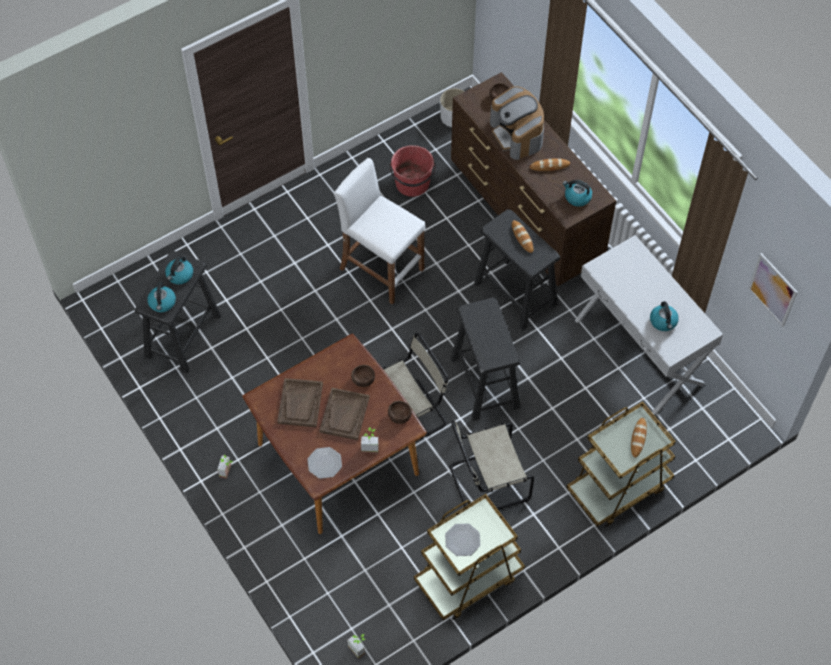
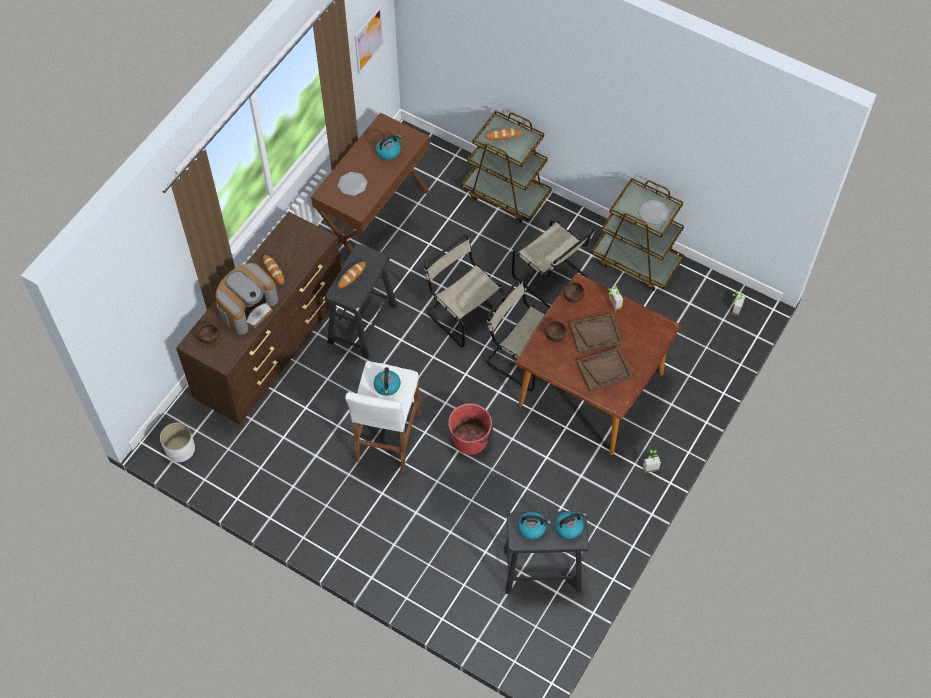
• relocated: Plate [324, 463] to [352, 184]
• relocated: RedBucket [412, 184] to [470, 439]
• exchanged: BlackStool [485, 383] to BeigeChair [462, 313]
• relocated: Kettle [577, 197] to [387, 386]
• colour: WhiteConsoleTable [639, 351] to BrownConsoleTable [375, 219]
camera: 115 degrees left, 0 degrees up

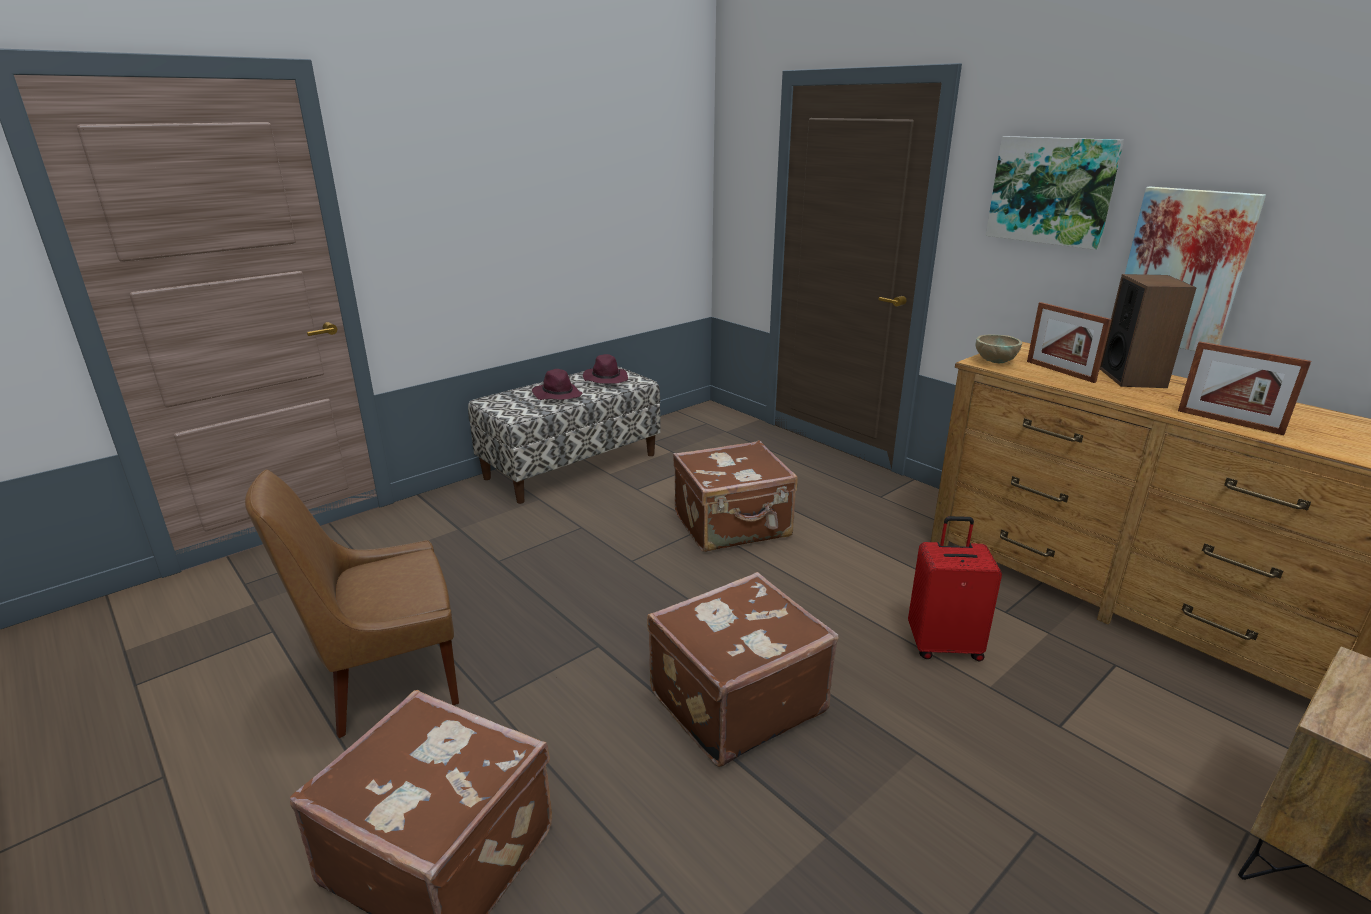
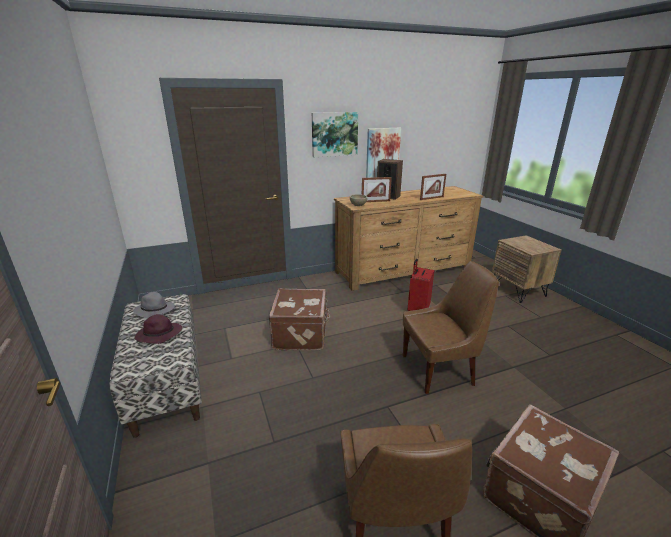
• colour: PurpleHat [605, 379] to GreyHat [154, 310]
• exchanged: BrownSuitcase [734, 700] to BrownChair [440, 369]
camera: 70 degrees left, 0 degrees up

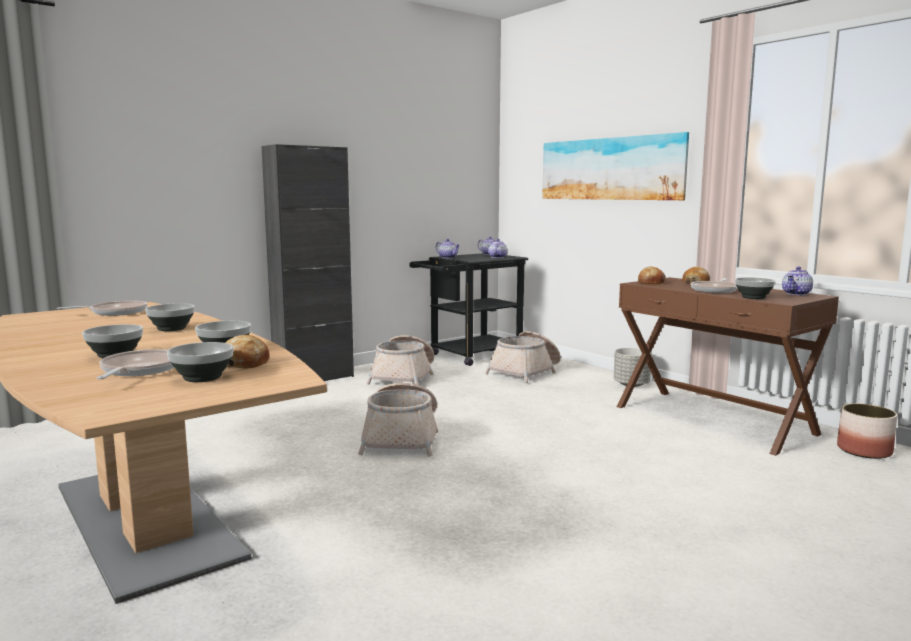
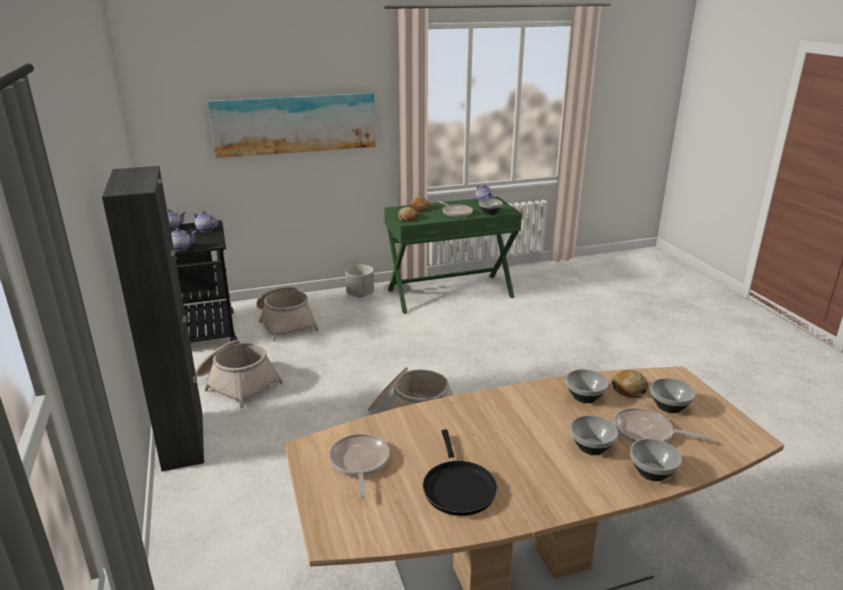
• relocated: Bowl [171, 329] to [653, 472]
• colour: BrownConsoleTable [713, 419] to GreenConsoleTable [450, 293]
• missing: Planter [864, 451]
• appeared: BlackFryingPan [458, 487]
camera: 70 degrees left, 15 degrees up

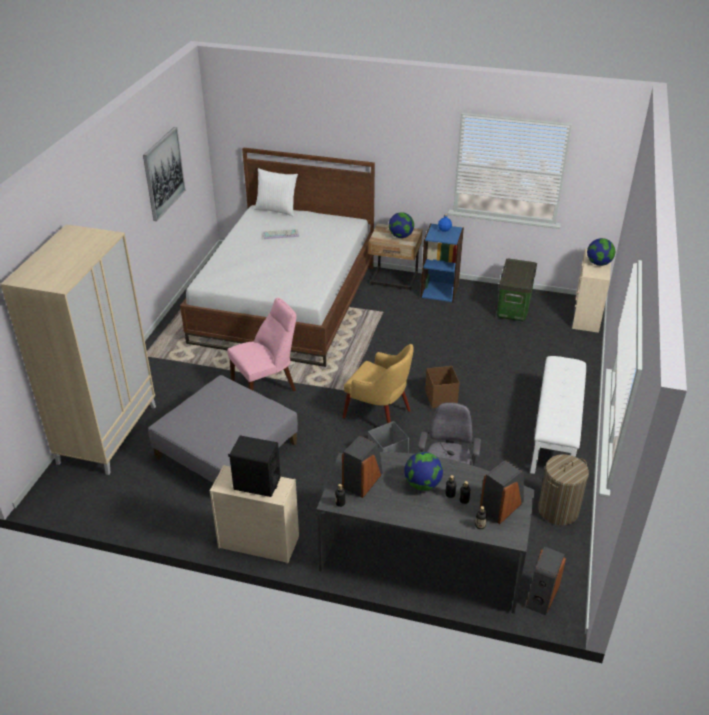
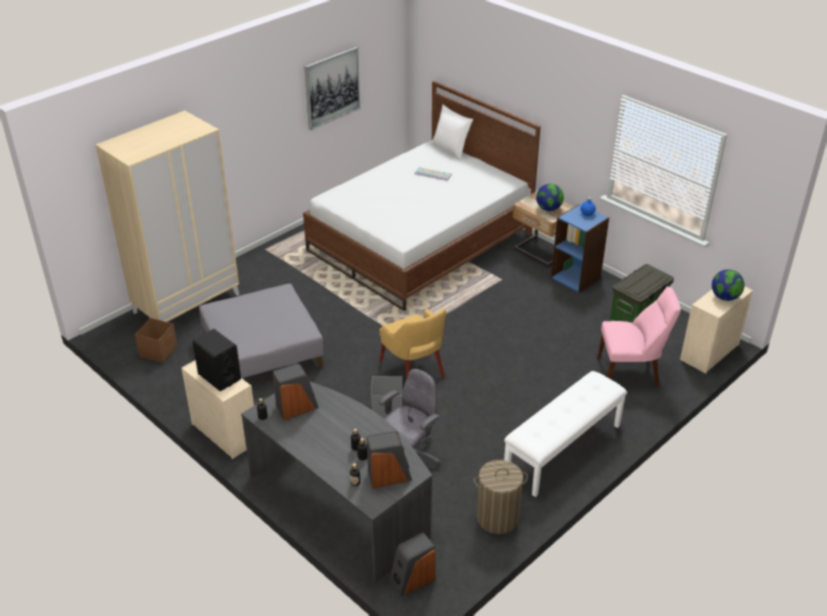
• relocated: PinkChair [266, 387] to [631, 372]
• missing: Globe [422, 484]
• relocated: BrownStorageBox [441, 397] to [159, 351]
camera: 30 degrees right, 0 degrees up

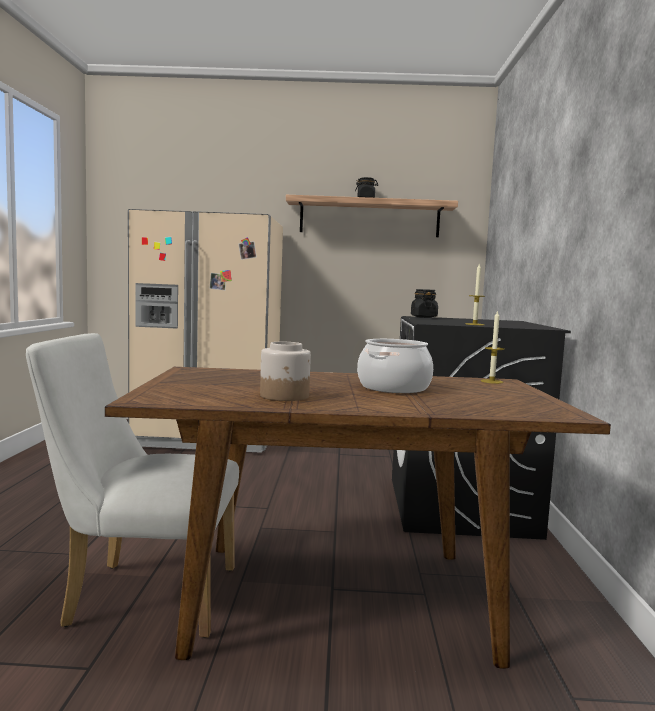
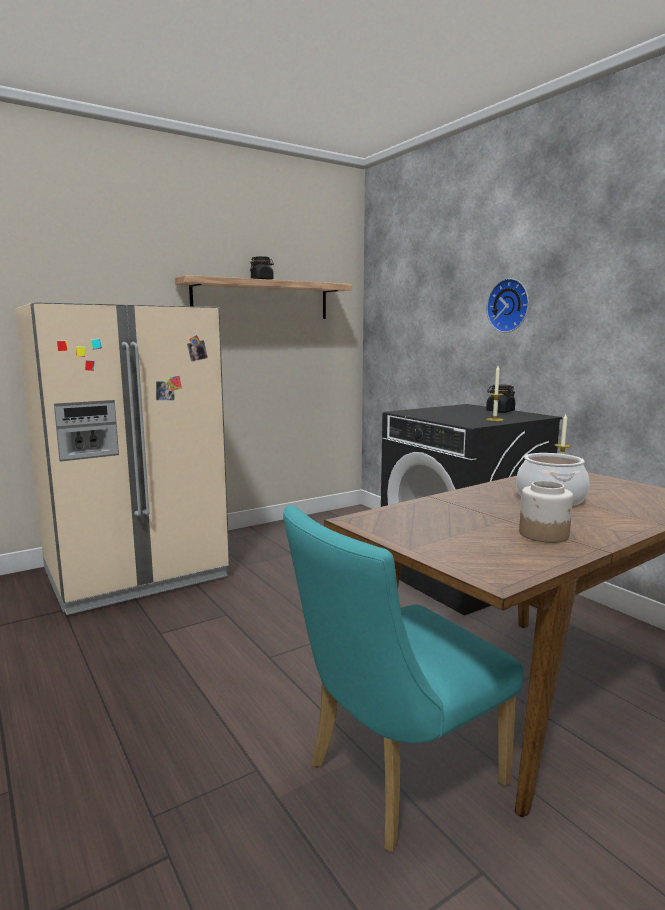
• colour: WhiteChair [140, 596] to TurquoiseChair [394, 779]
• relocated: BlackJar [423, 317] to [500, 411]
• appeared: WallClock [510, 305]
camera: 35 degrees left, 5 degrees up

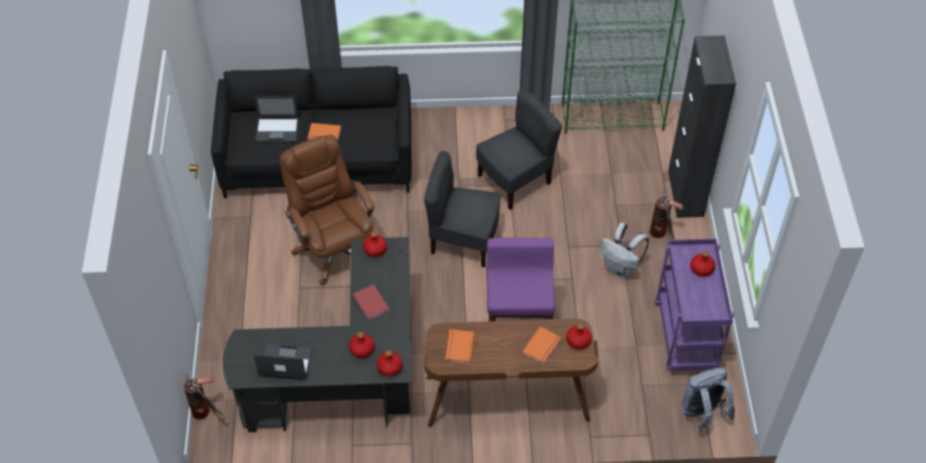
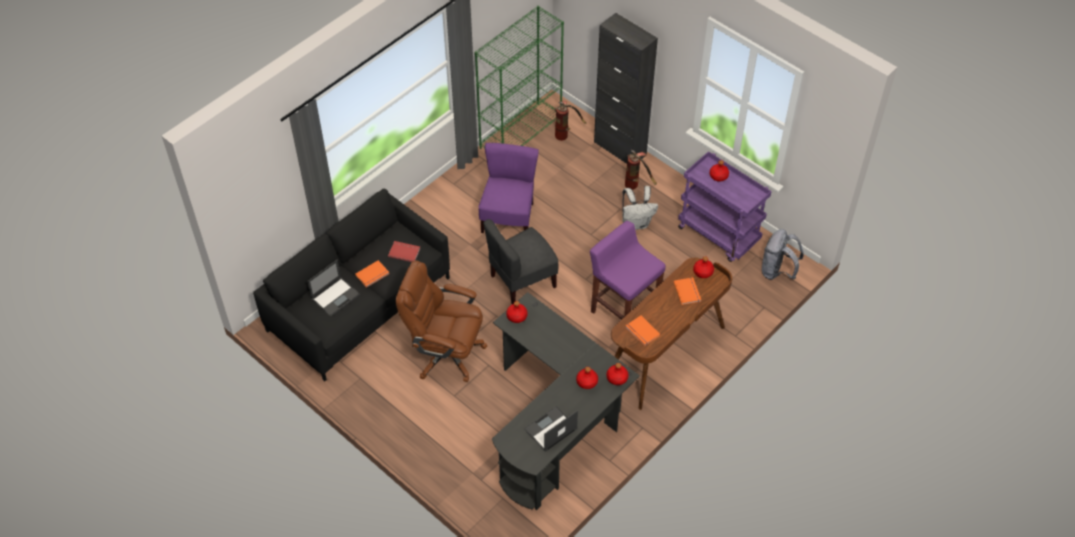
• relocated: FireExtinguisher [207, 413] to [566, 134]
• relocated: RedBook [372, 302] to [404, 252]
• colour: GreyChair [515, 181] to PurpleChair [508, 218]
camera: 45 degrees left, 0 degrees up

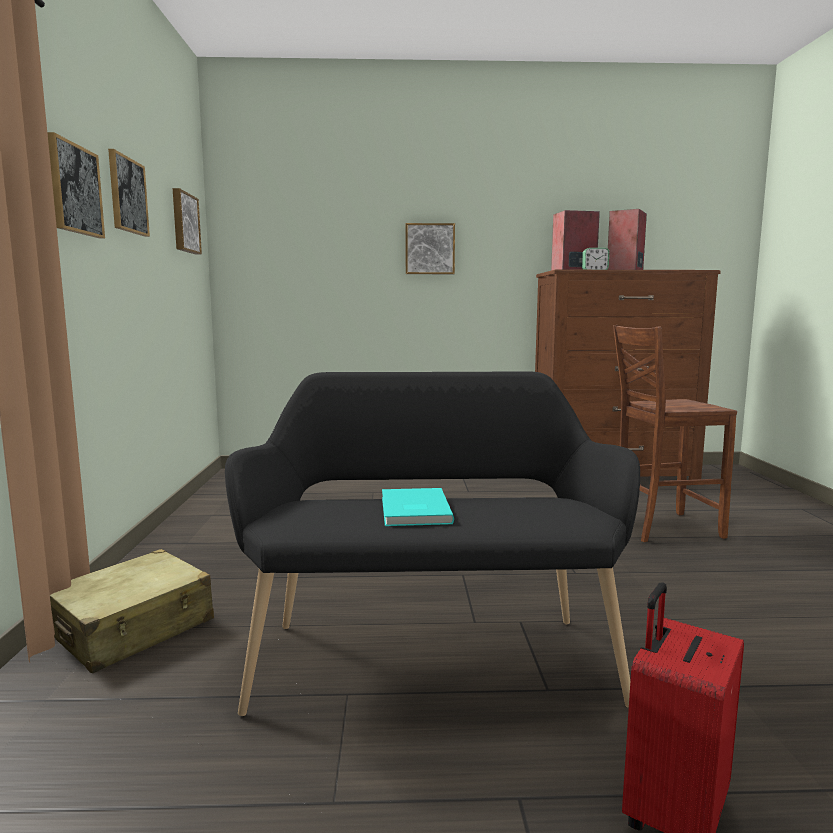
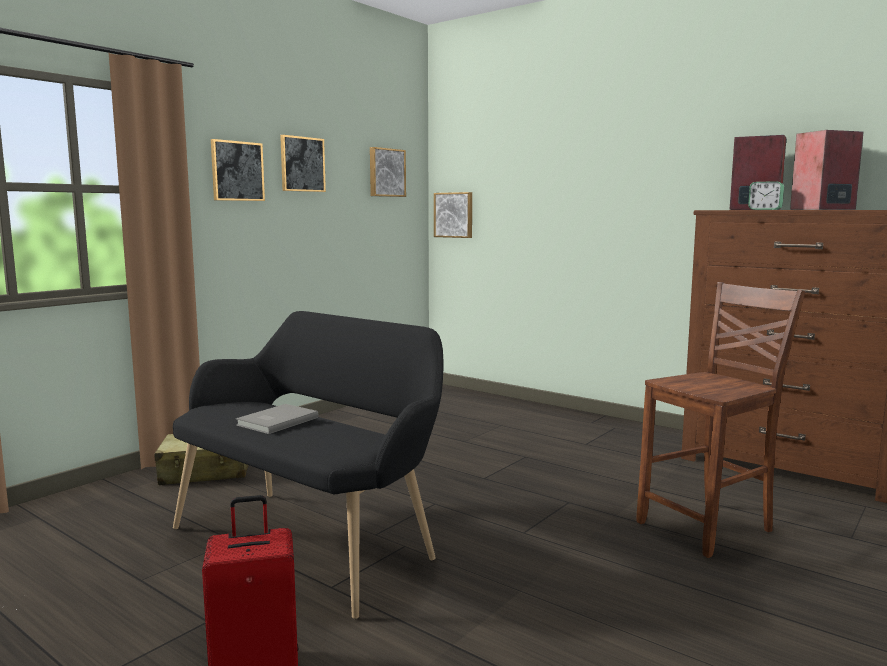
• colour: TurquoiseBook [413, 510] to GreyBook [275, 421]
• relocated: Picture [429, 249] to [454, 215]
• spun: BrownChair [661, 527] = [709, 527] 120 degrees clockwise
camera: 40 degrees right, 0 degrees up

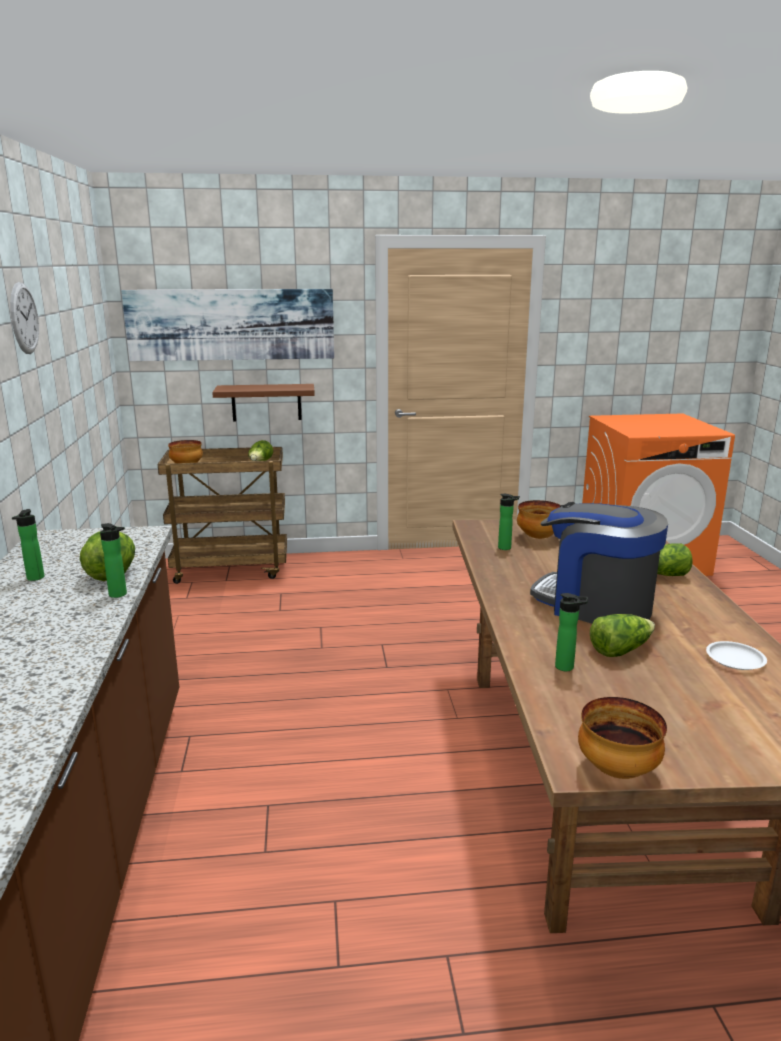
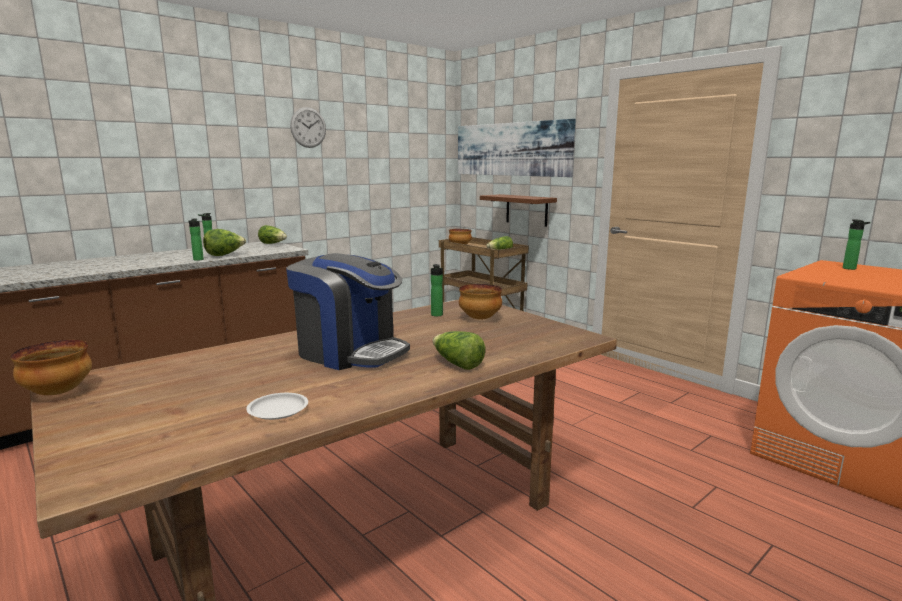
• spun: CoffeeMachine [594, 605] = [350, 352] 120 degrees clockwise
• relocated: Bottle [567, 667] to [851, 269]
• relocated: Lettuce [620, 650] to [273, 244]
camera: 55 degrees right, 5 degrees down

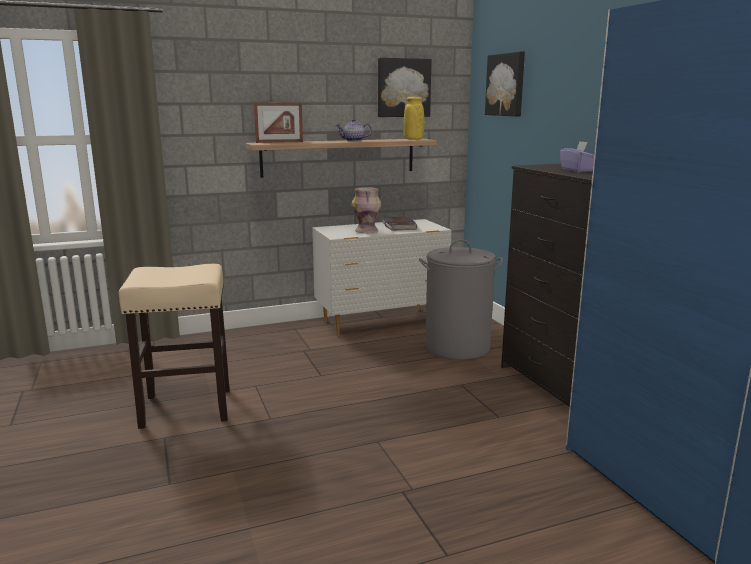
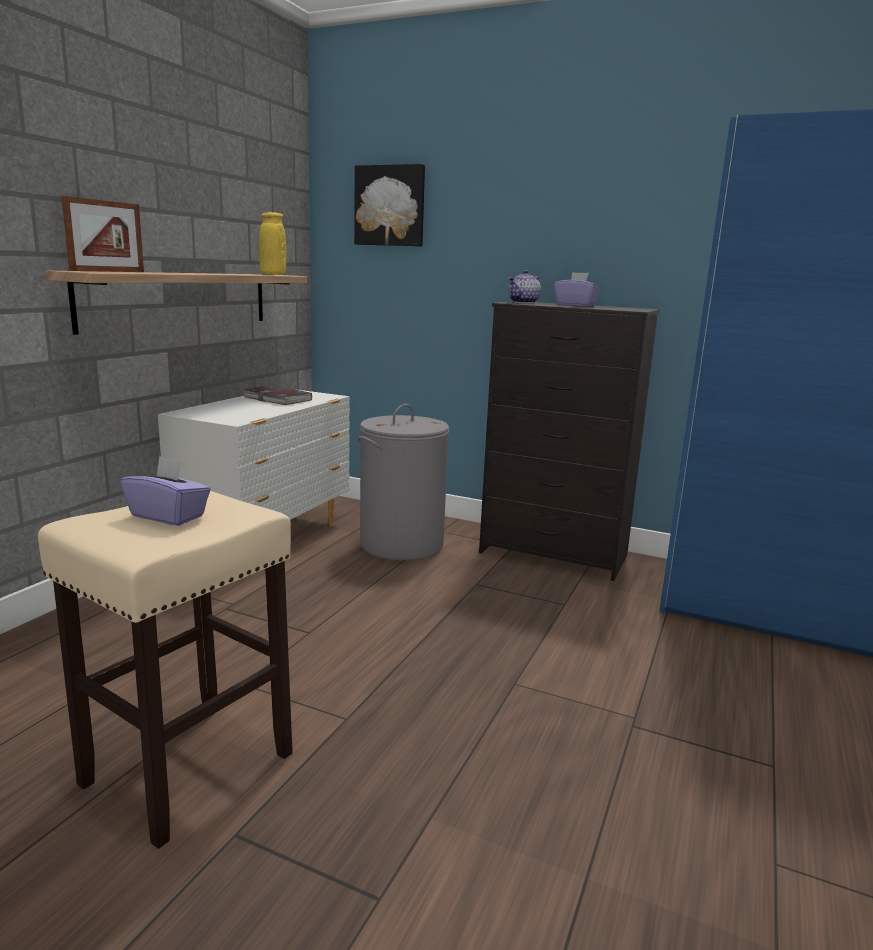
• relocated: Teapot [353, 141] to [524, 303]
• missing: Vase [367, 231]
• missing: Picture [403, 88]
• appeared: PurpleTissueBox [168, 516]
camera: 45 degrees left, 0 degrees up

